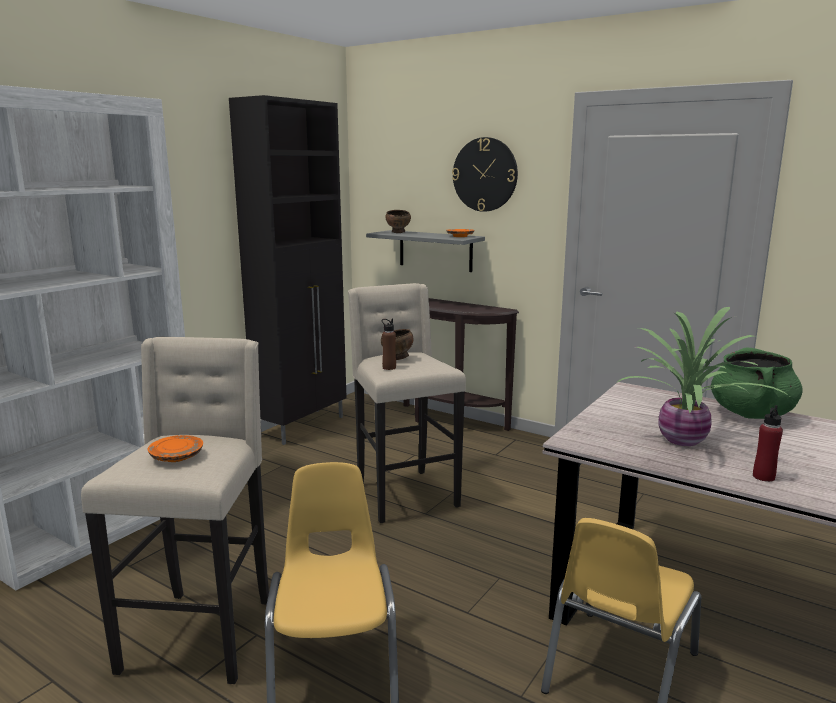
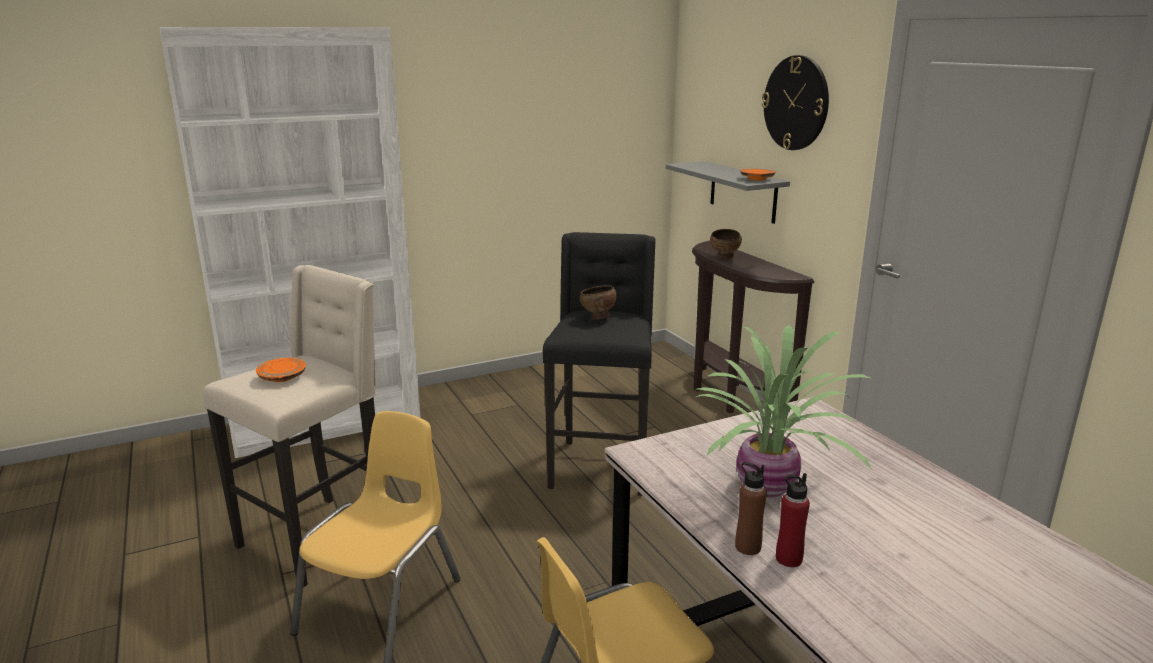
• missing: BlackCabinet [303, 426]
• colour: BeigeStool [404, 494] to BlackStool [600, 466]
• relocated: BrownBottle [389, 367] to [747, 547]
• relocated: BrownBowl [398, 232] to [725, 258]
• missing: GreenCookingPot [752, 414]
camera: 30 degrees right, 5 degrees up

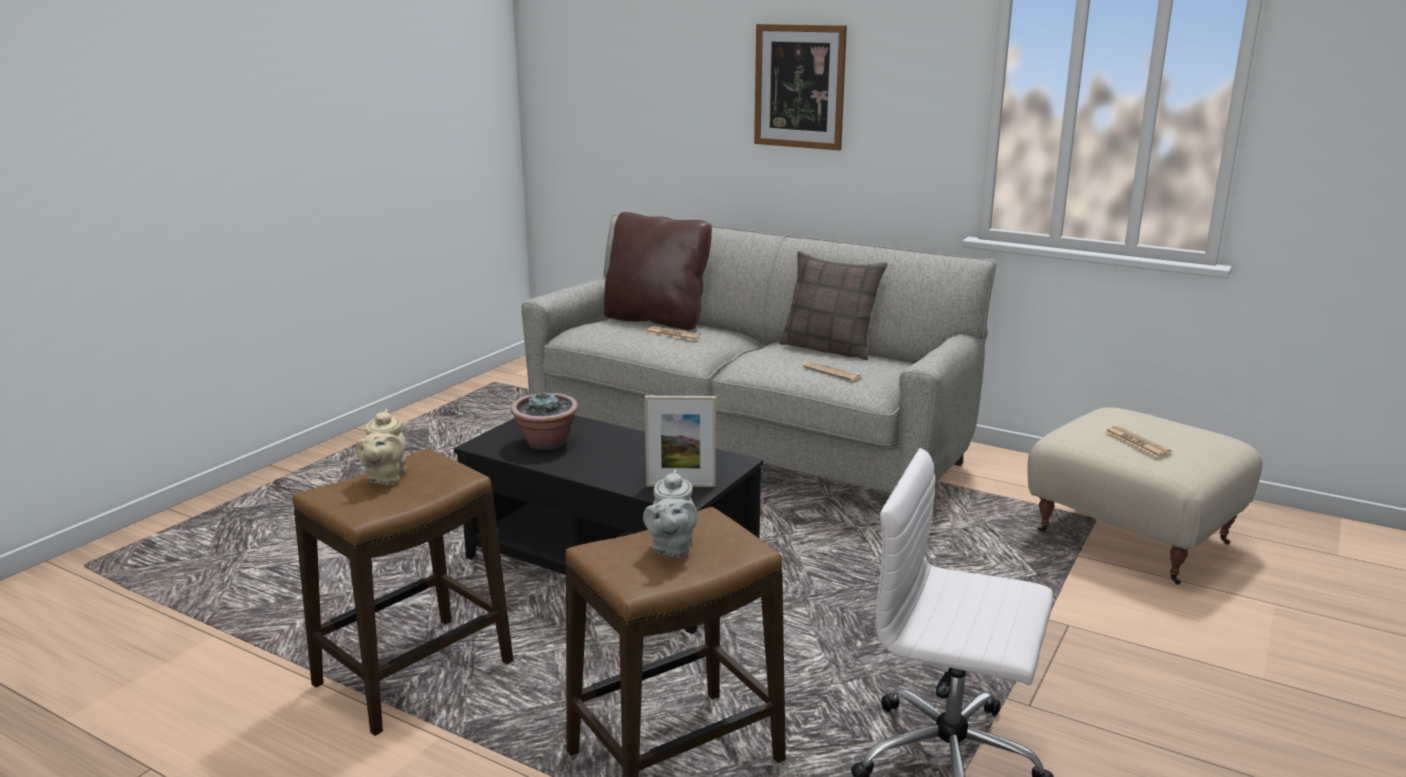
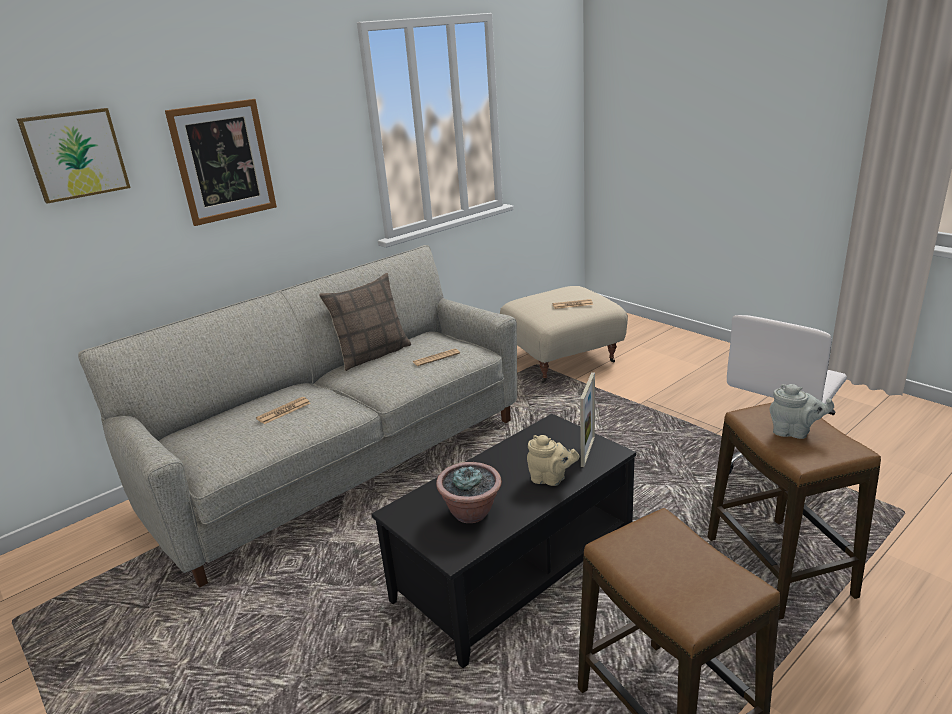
• relocated: BeigeTeapot [385, 477] to [550, 479]
• missing: BrownPillow [657, 320]
• appeared: Picture [75, 154]
camera: 70 degrees left, 5 degrees up

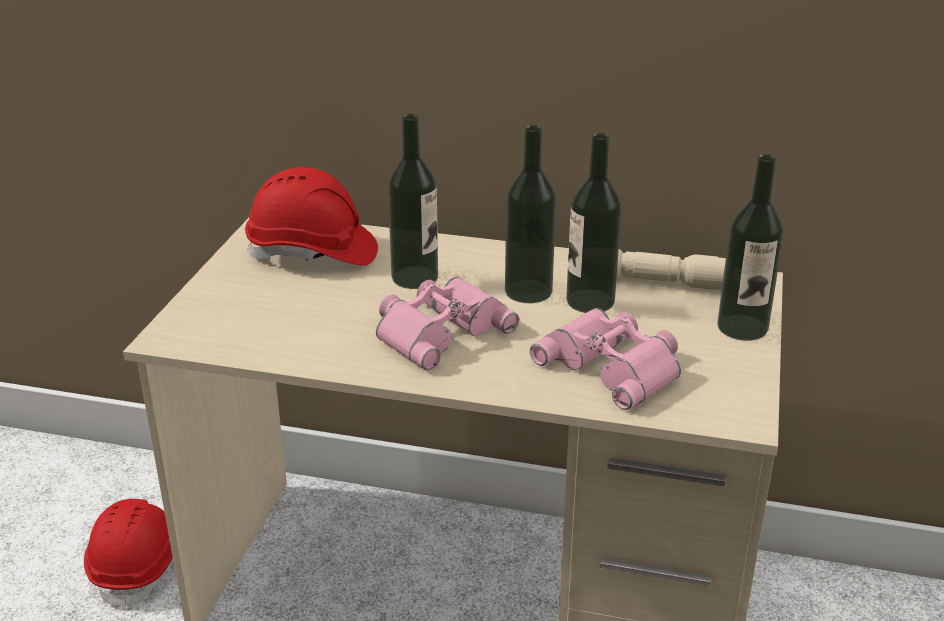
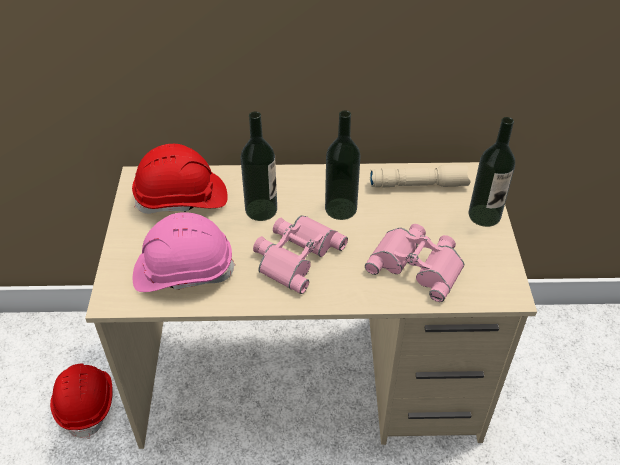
• missing: Bottle [590, 301]
• appeared: PinkHardHat [183, 271]
camera: 15 degrees left, 15 degrees up

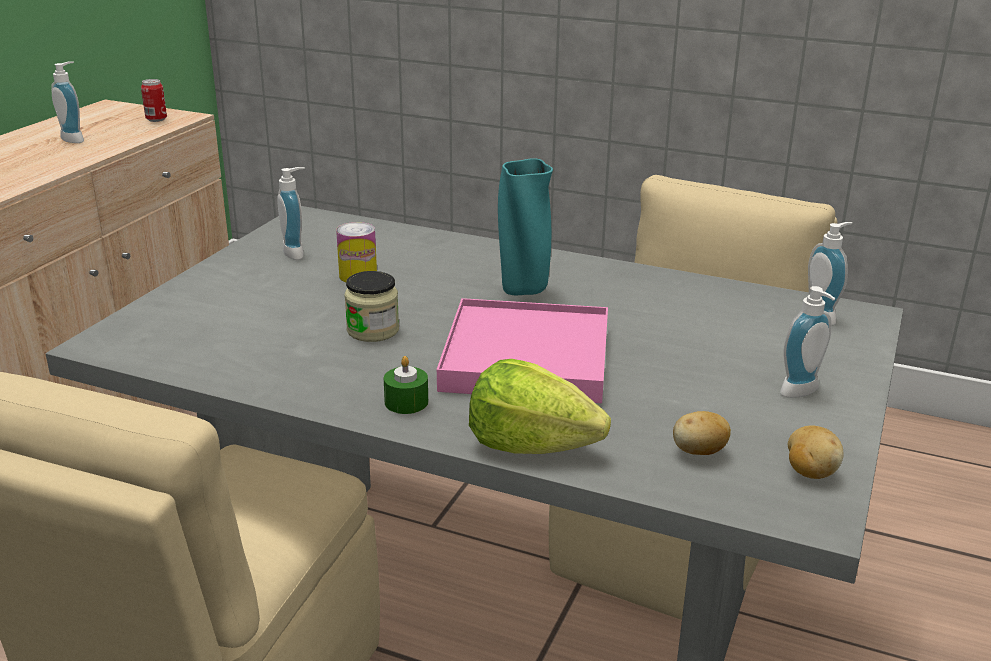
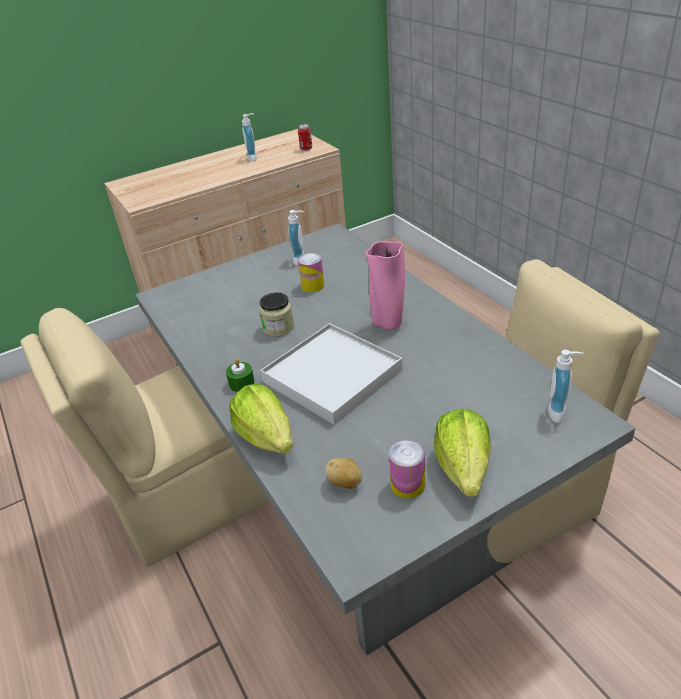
• colour: PinkTray [526, 358] to WhiteTray [332, 376]
• colour: TurquoiseVase [523, 290] to PinkVase [388, 324]
• exchanged: SoapDispenser [803, 393] to Lettuce [463, 469]
• missing: Potato [809, 472]
• appeared: Can [407, 485]
camera: 40 degrees right, 10 degrees up

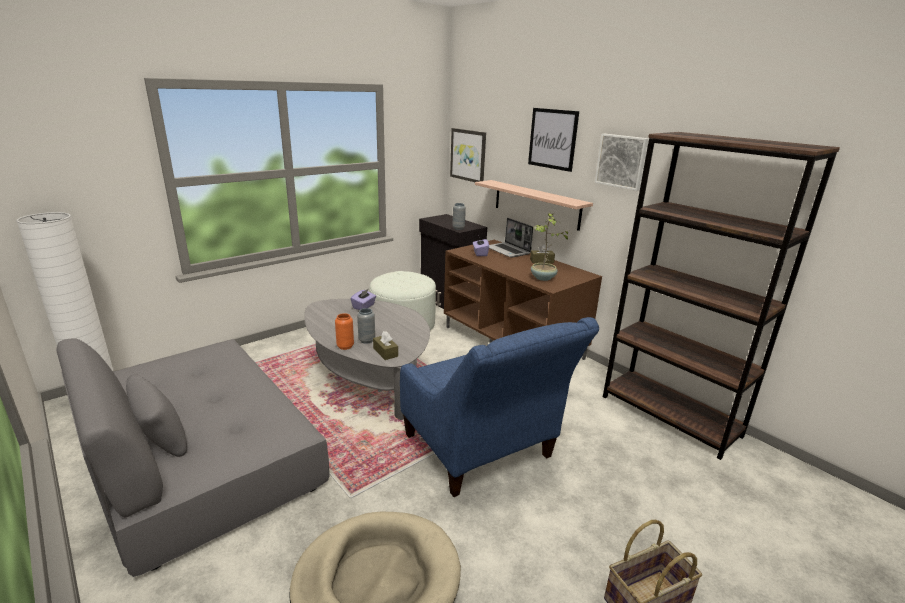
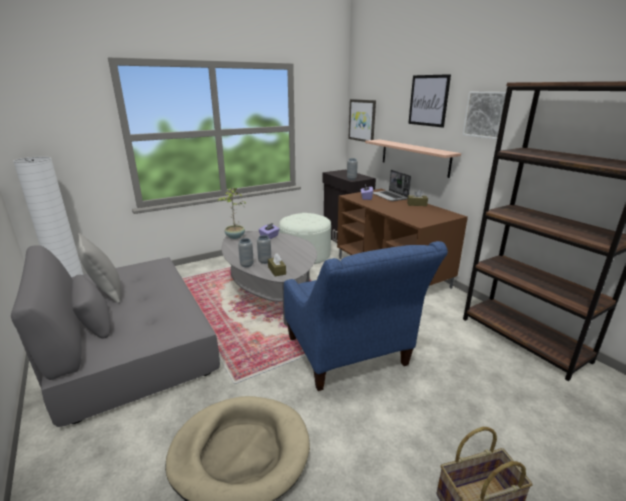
• colour: OrangeVase [345, 346] to GreyVase [247, 265]
• relocated: PottedPlant [543, 278] to [235, 237]
• appeared: GreyPillow [106, 292]
camera: 10 degrees right, 0 degrees up

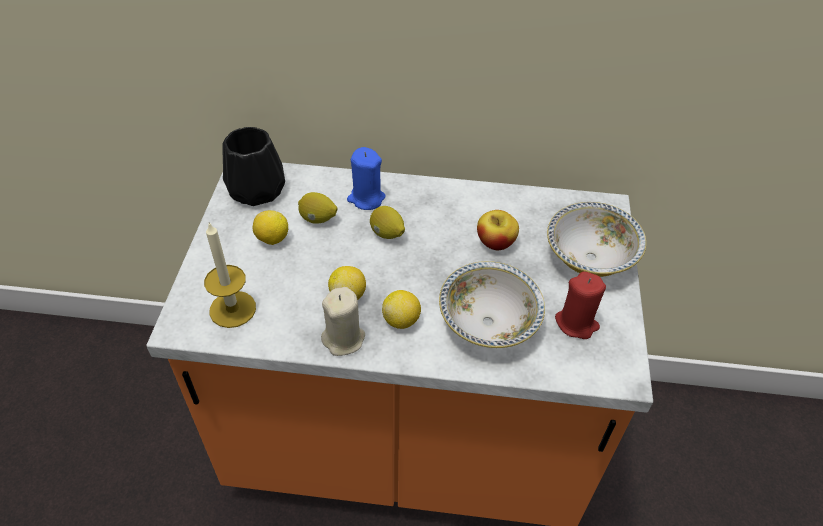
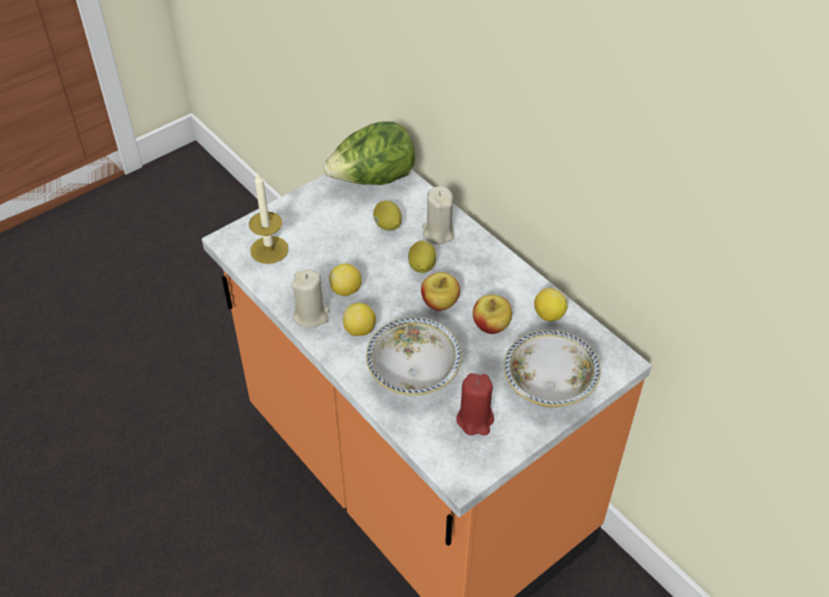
• exchanged: BlackVase [258, 190] to Lettuce [373, 180]
• relocated: Lemon [272, 239] to [548, 315]
• colour: BlueCandle [366, 198] to BeigeCandle [438, 233]
• appeared: Apple [440, 303]
camera: 45 degrees right, 0 degrees up

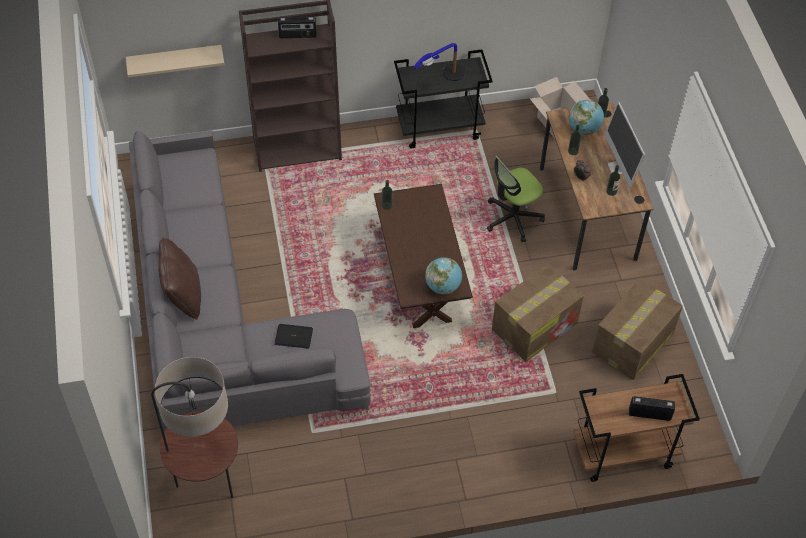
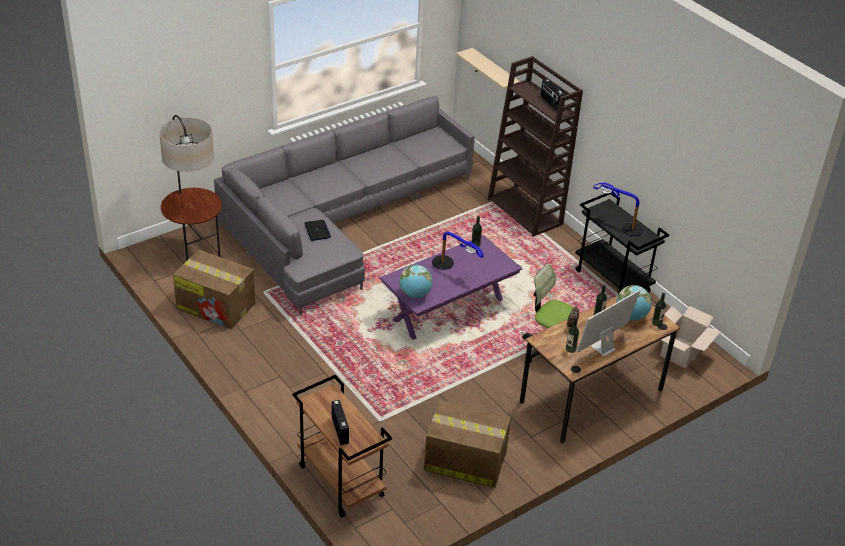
• missing: BrownPillow [183, 296]
• colour: BrownCoffeeTable [420, 275] to PurpleCoffeeTable [448, 309]
• relocated: CardboardBox [535, 325] to [217, 306]
• appeared: TableLamp [452, 268]
camera: 65 degrees right, 15 degrees down

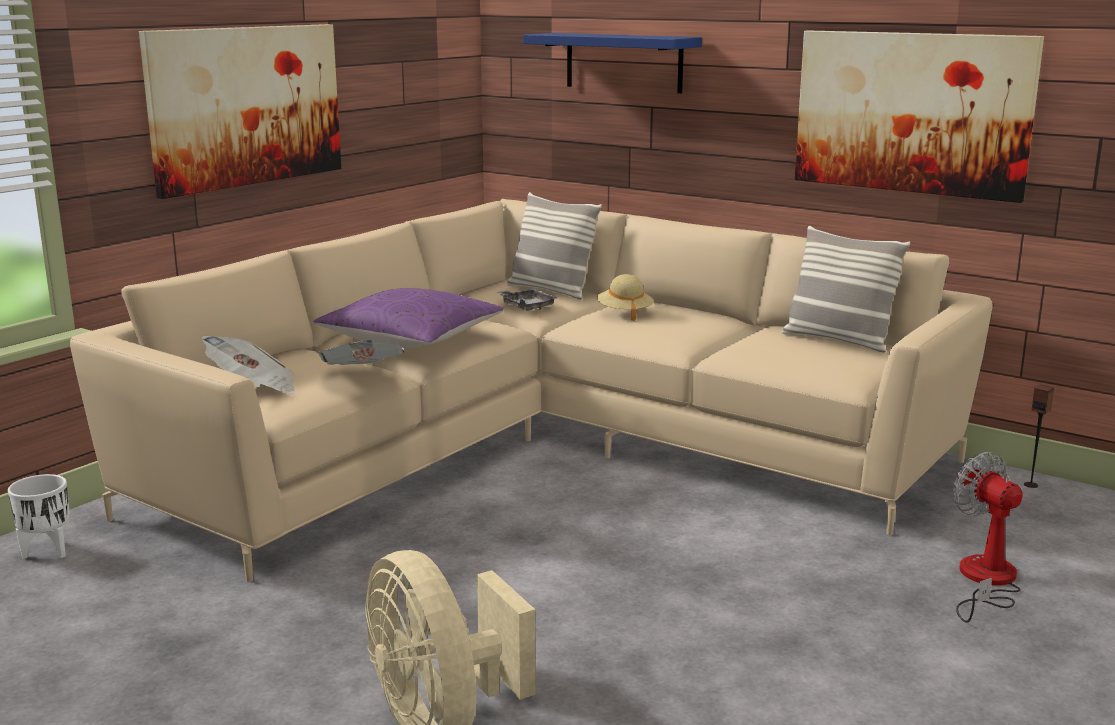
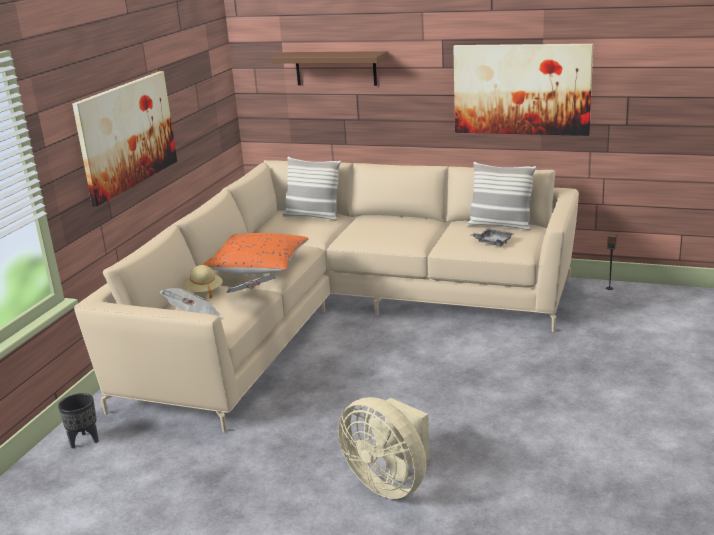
• colour: WhitePlanter [48, 551] to BlackPlanter [84, 440]
• colour: PurplePillow [411, 339] to OrangePillow [258, 266]
• relocated: GreyTray [526, 306] to [492, 242]
• colour: BlueShelf [623, 62] to BrownShelf [335, 68]
• relocated: BeigeHat [624, 313] to [203, 291]
• missing: Fan [985, 581]
camera: 15 degrees left, 5 degrees up

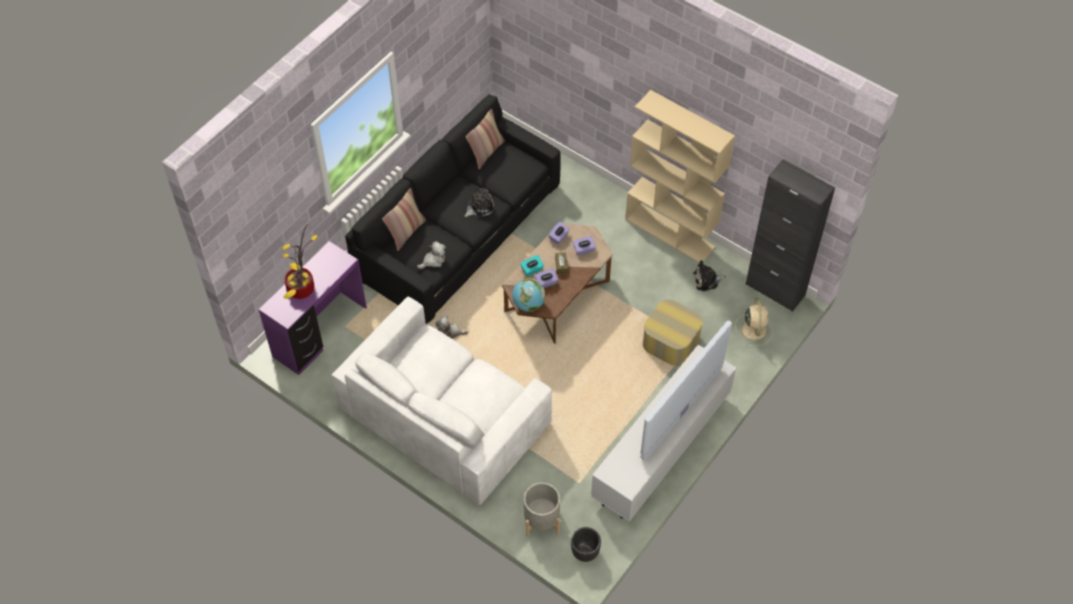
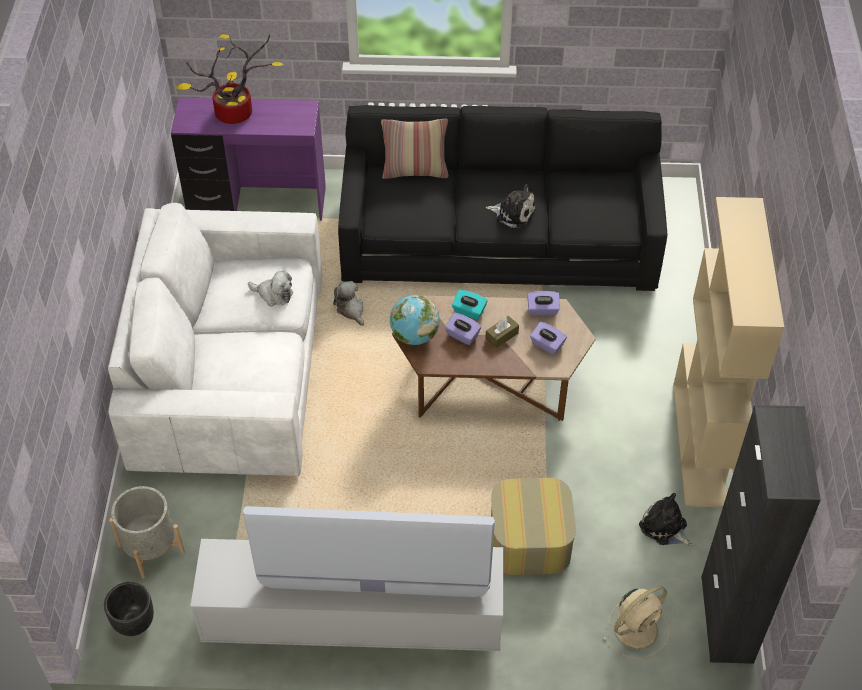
• relocated: PlushToy [433, 260] to [273, 294]
• missing: Pillow [486, 152]
camera: 55 degrees right, 5 degrees down

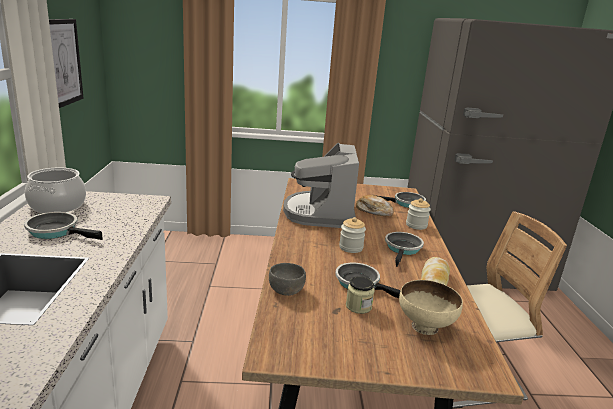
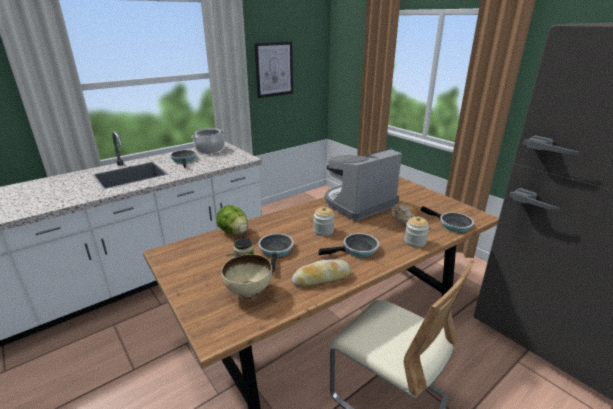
• exchanged: GreyBowl [285, 290] to Lettuce [234, 232]
camera: 55 degrees right, 5 degrees up

